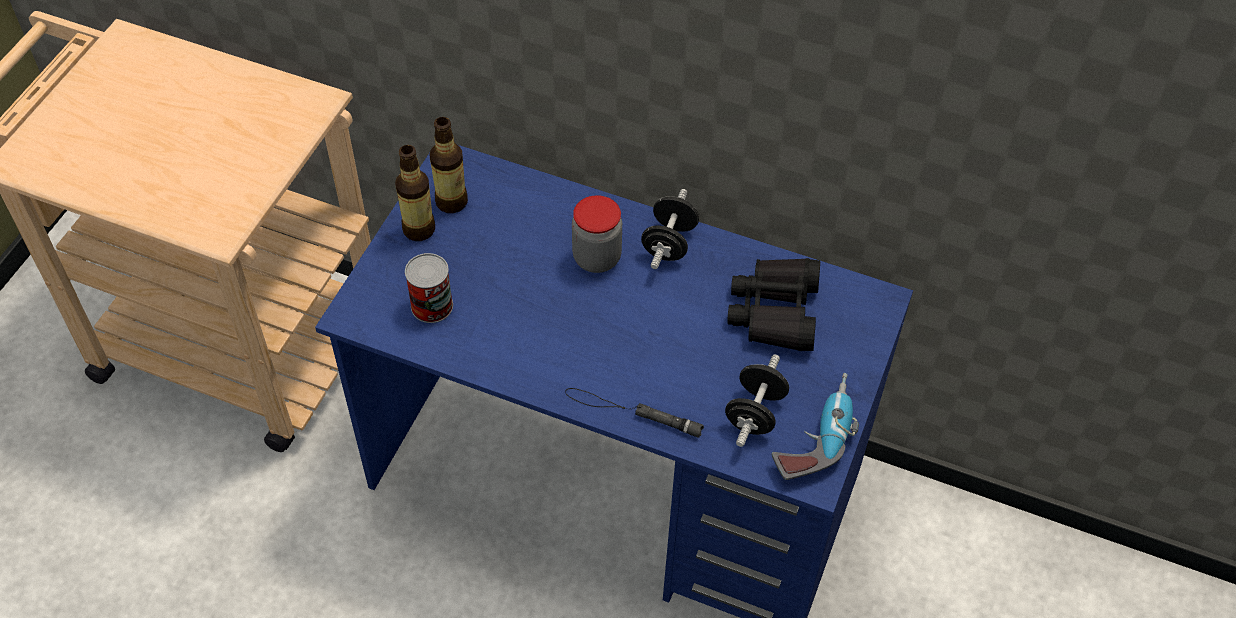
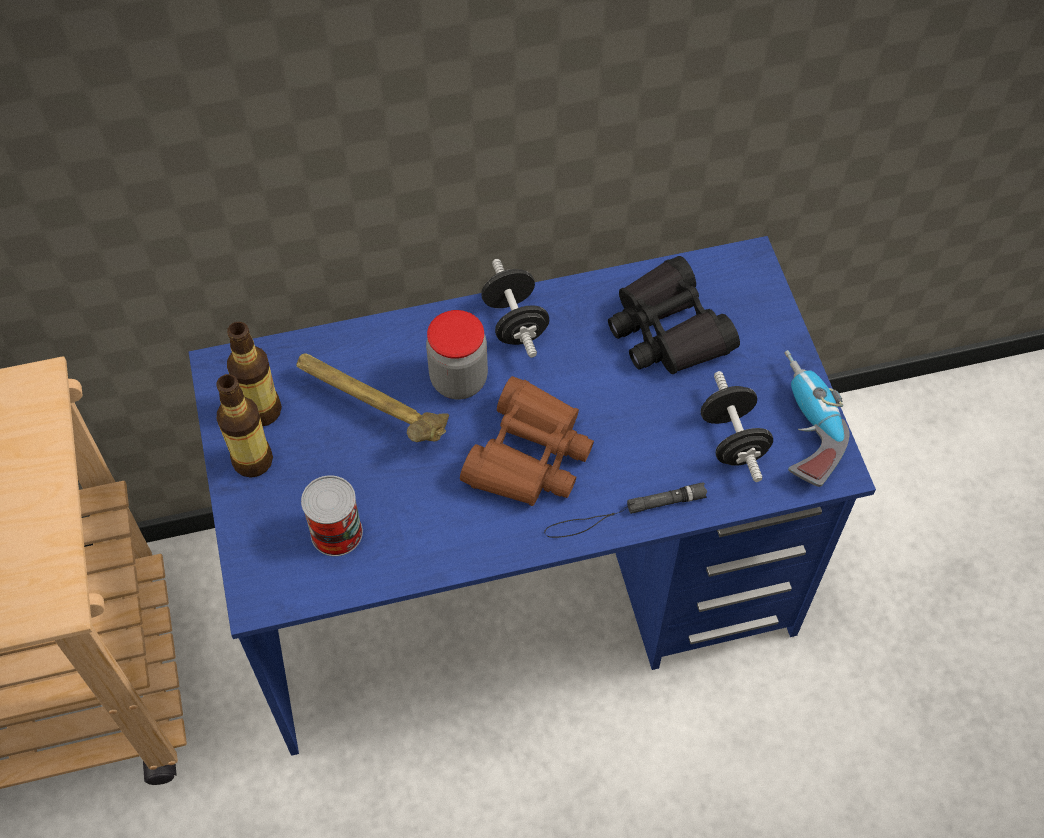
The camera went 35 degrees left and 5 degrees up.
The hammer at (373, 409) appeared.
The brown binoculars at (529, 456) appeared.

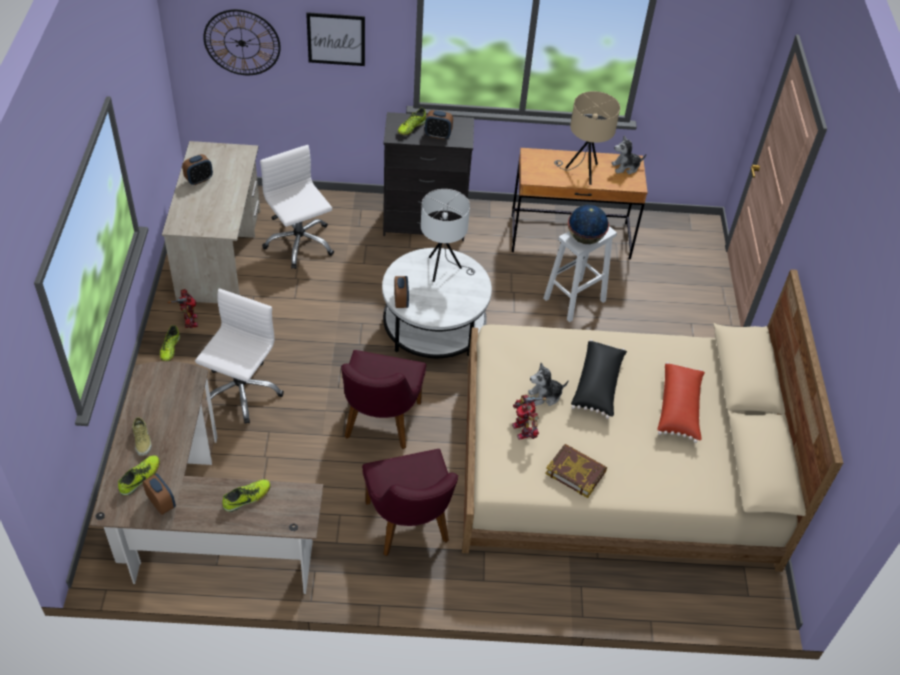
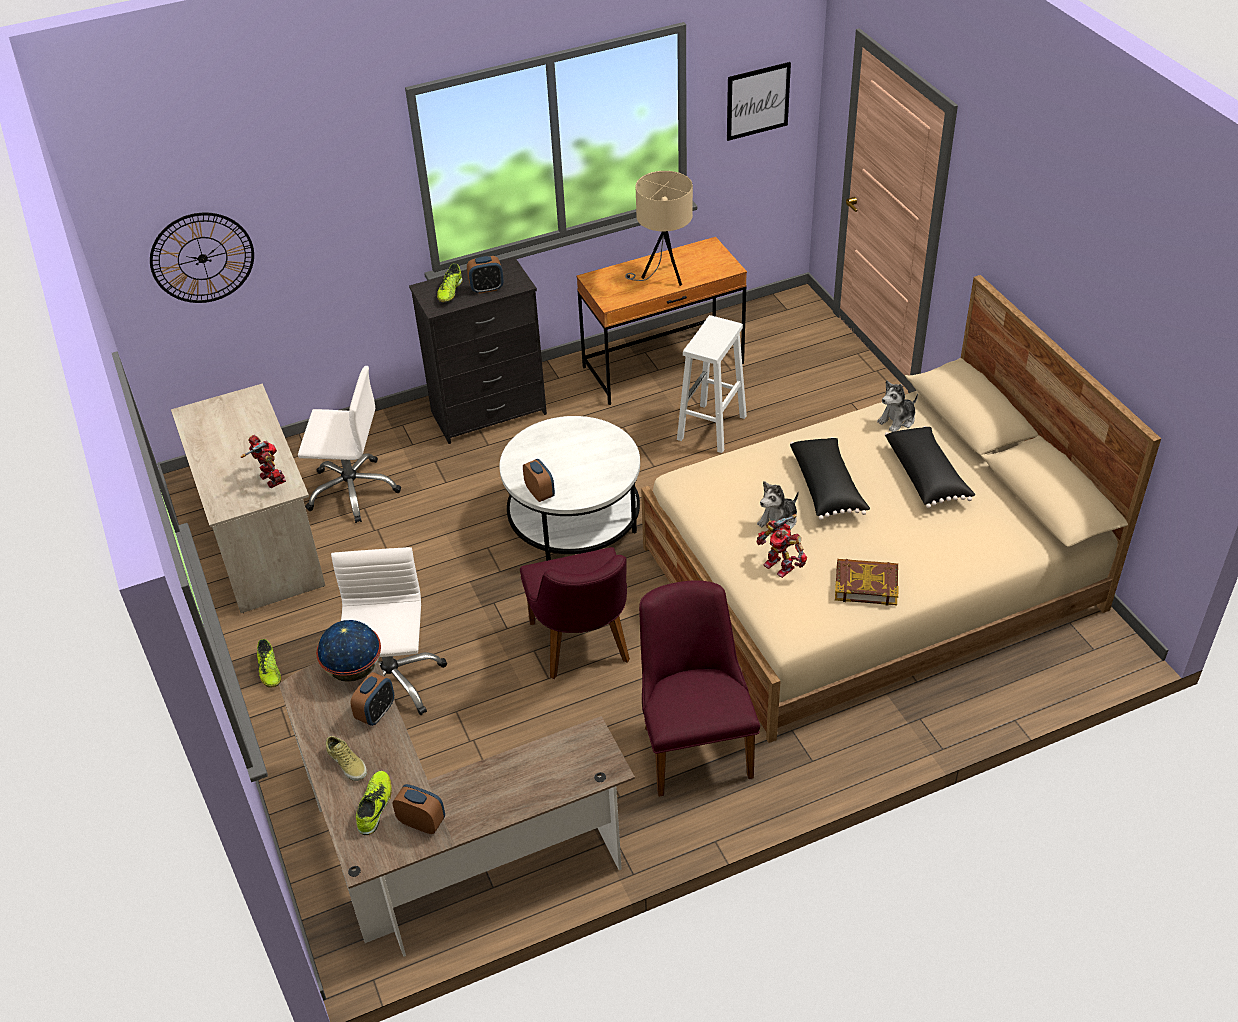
The camera went 20 degrees left and 5 degrees down.
The picture moved from (336, 39) to (757, 101).
The plush toy moved from (625, 167) to (897, 420).
The white office chair at (299, 243) turned 150 degrees clockwise.
The alarm clock moved from (199, 180) to (376, 713).
The white table lamp at (443, 269) disappeared.
The globe moved from (585, 239) to (354, 670).
The toy robot moved from (189, 321) to (270, 480).
The red pillow at (679, 408) became the black pillow at (927, 476).
The purple chair at (410, 528) turned 150 degrees counterclockwise.
The shoe at (247, 498) disappeared.

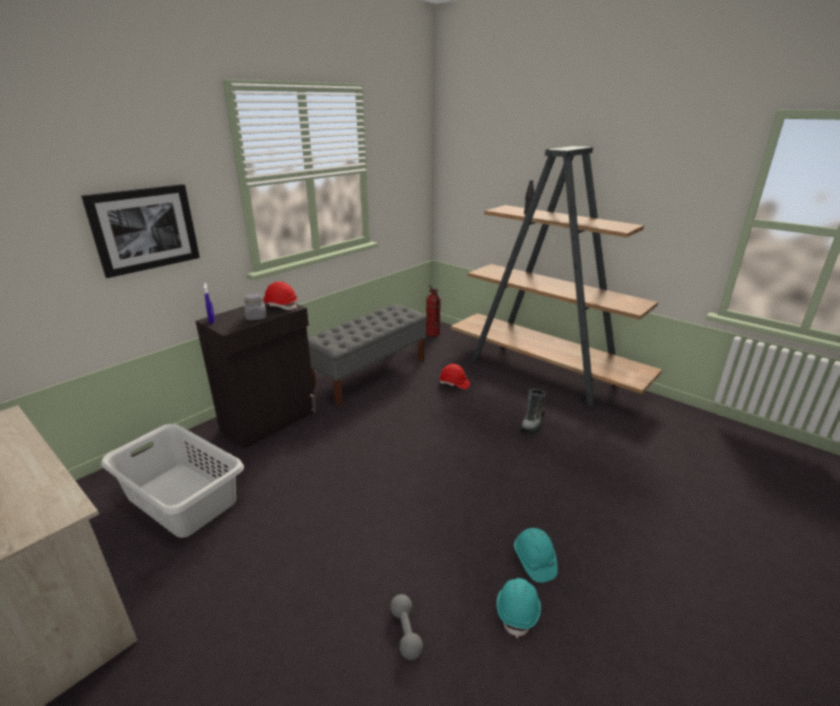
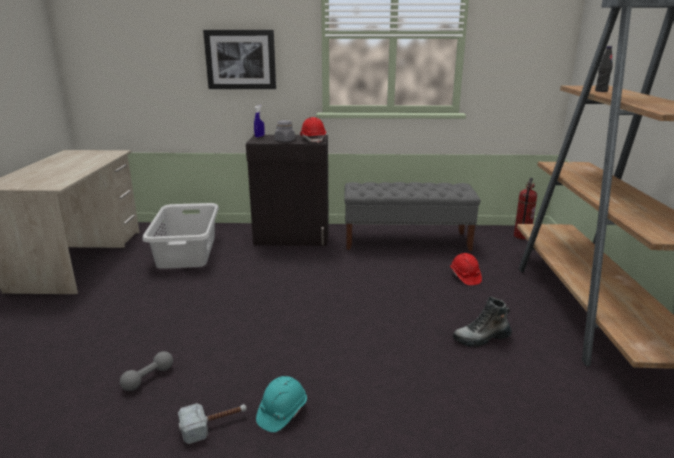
The camera went 50 degrees right and 5 degrees down.
The turquoise hard hat at (518, 611) was replaced by the hammer at (214, 425).

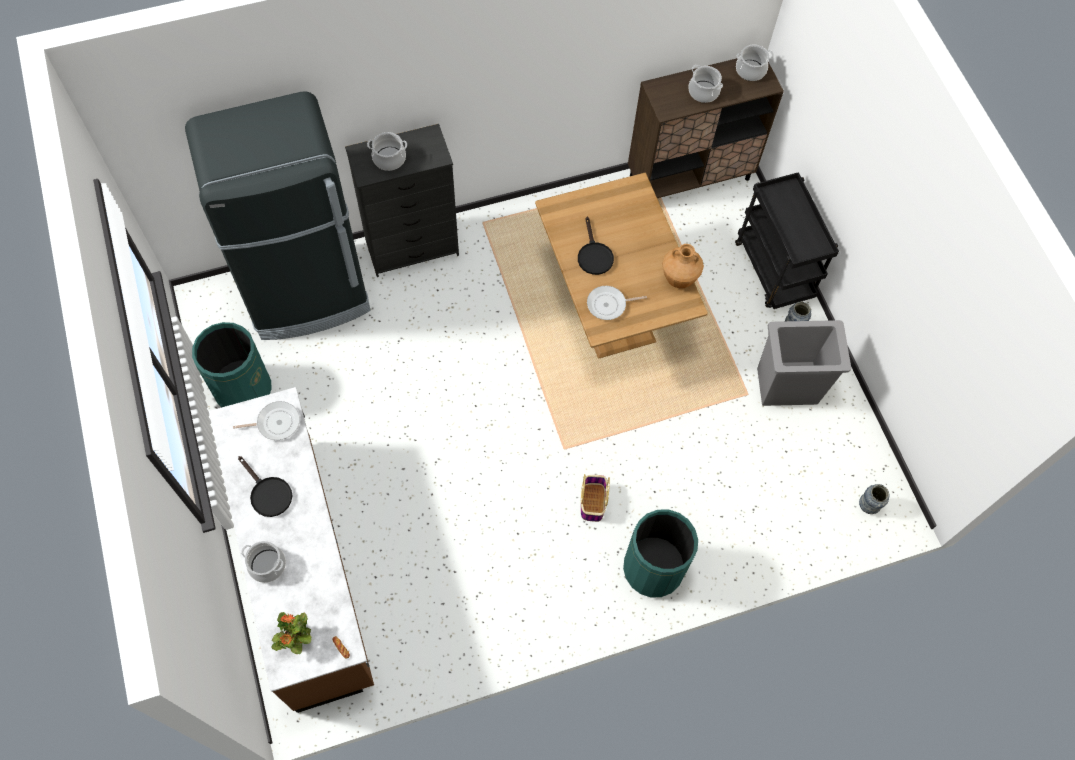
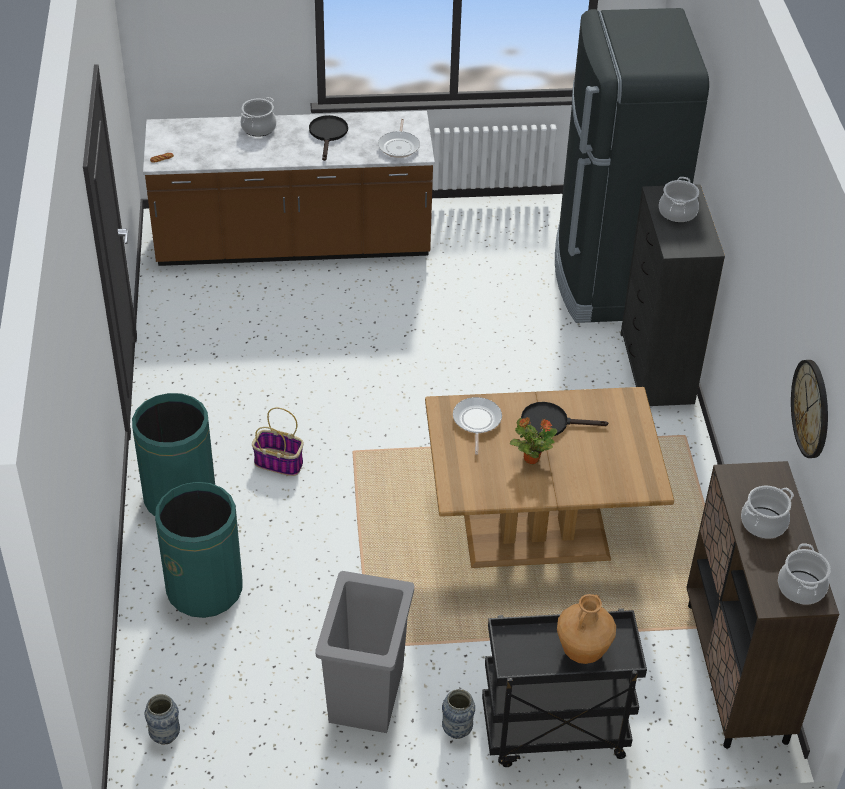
The camera went 105 degrees right and 20 degrees down.
The brown vase moved from (679, 279) to (582, 652).
The green trash can moved from (243, 389) to (205, 589).
The black frying pan at (267, 493) turned 120 degrees clockwise.
The potted plant moved from (296, 639) to (531, 458).
The wall clock at (811, 408) appeared.

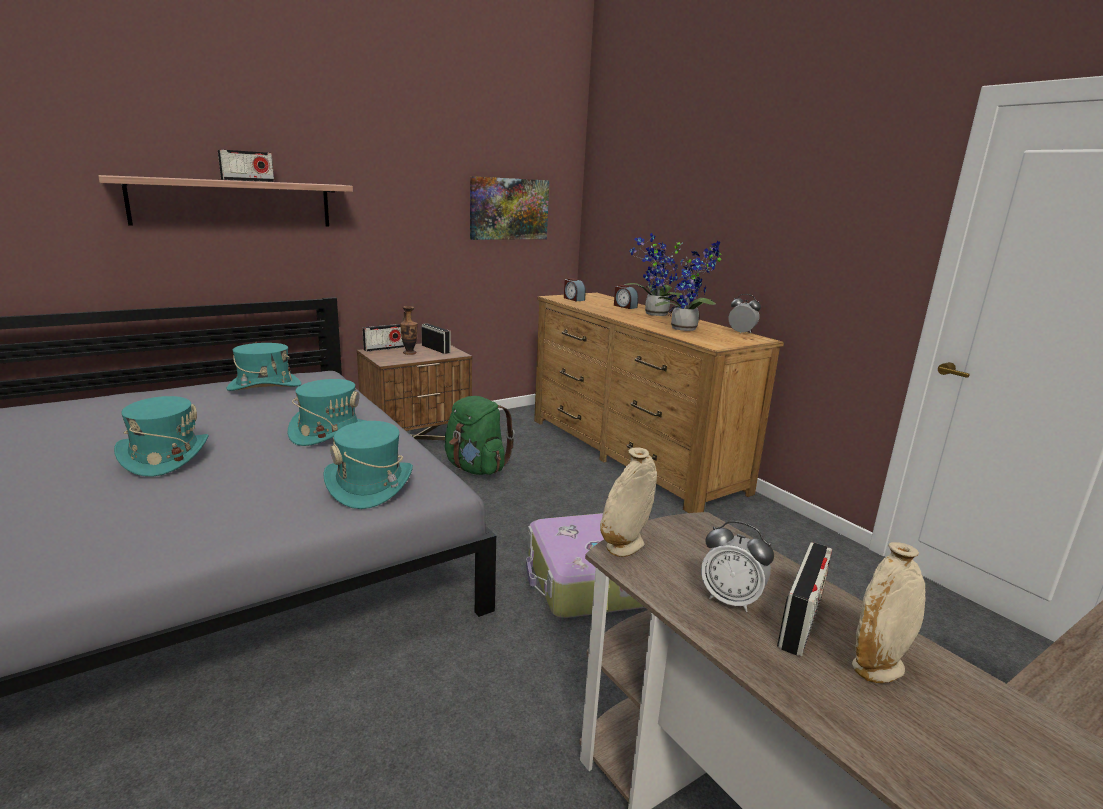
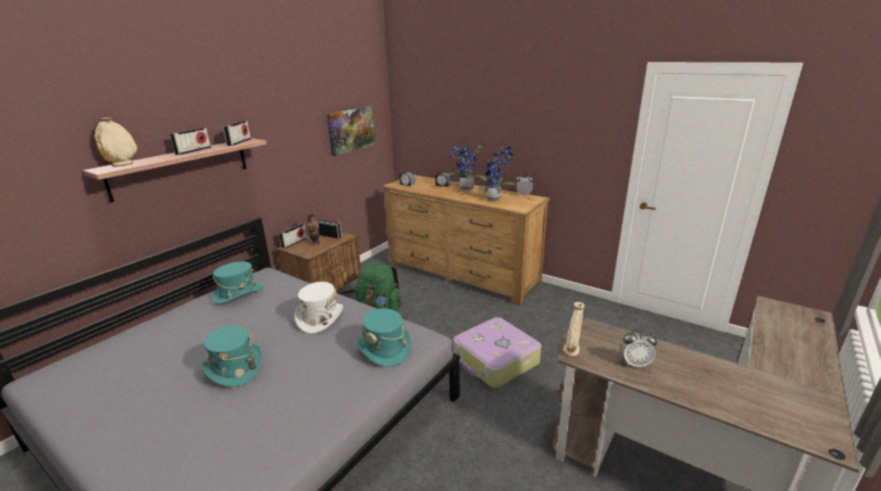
The camera went 20 degrees left and 5 degrees up.
The turquoise hat at (329, 432) became the white hat at (320, 318).
The radio moved from (800, 622) to (239, 142).
The beige vase moved from (878, 668) to (123, 164).

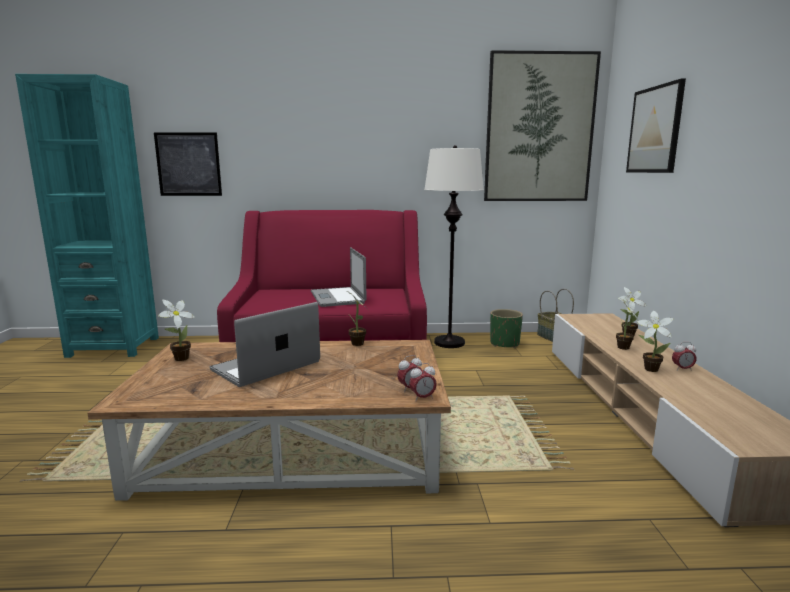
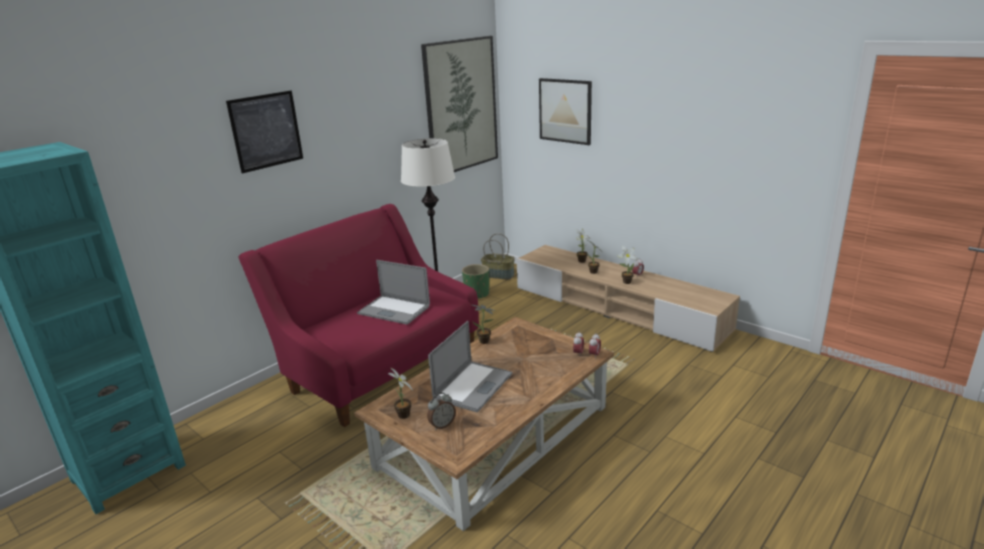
The camera went 45 degrees left and 10 degrees up.
The picture moved from (188, 164) to (266, 131).
The laptop at (266, 366) turned 150 degrees counterclockwise.
The alarm clock at (442, 425) appeared.

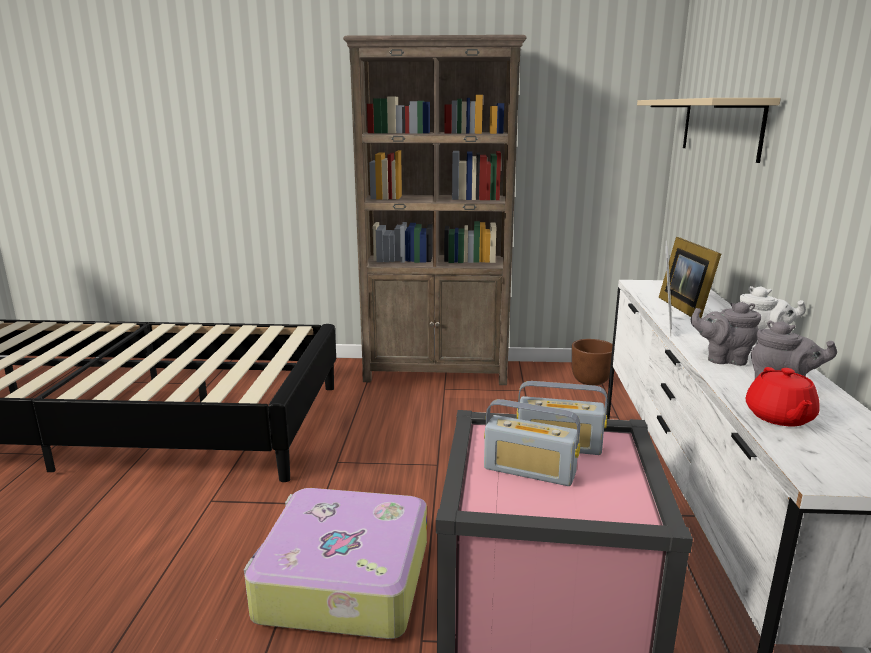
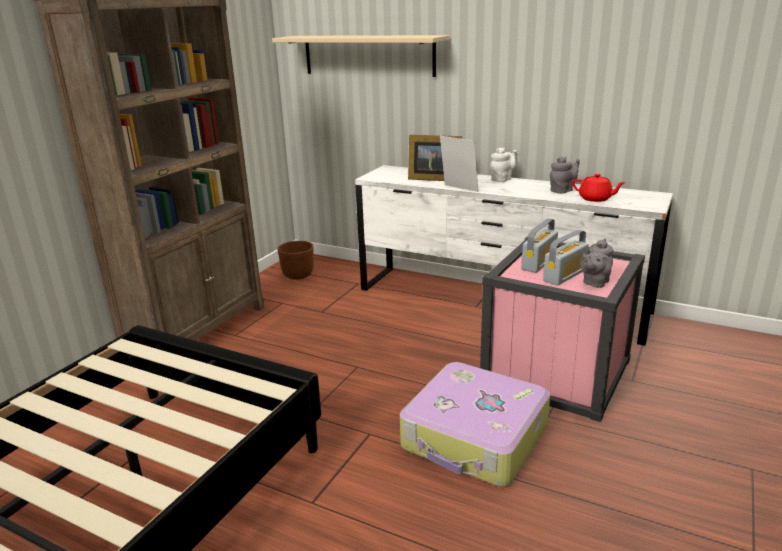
The camera went 65 degrees left and 5 degrees up.
The grey teapot moved from (723, 359) to (594, 282).

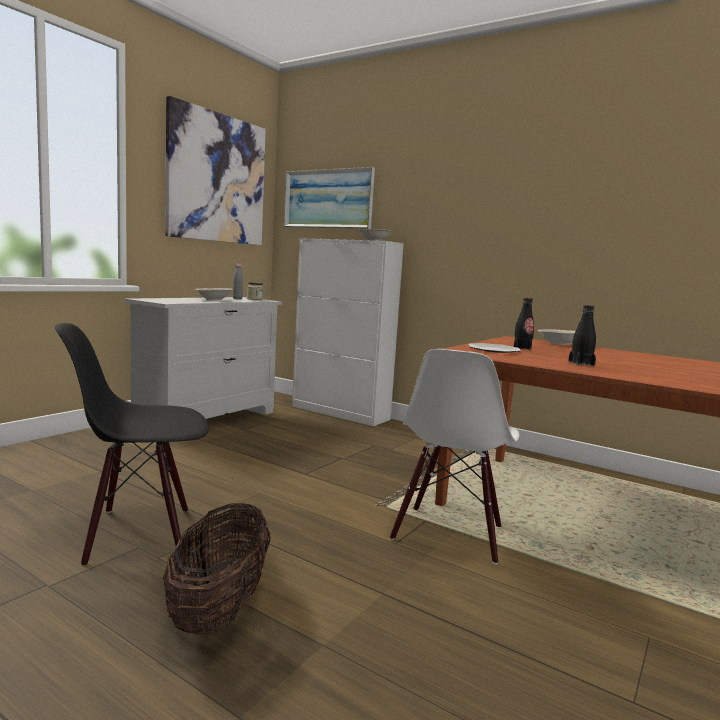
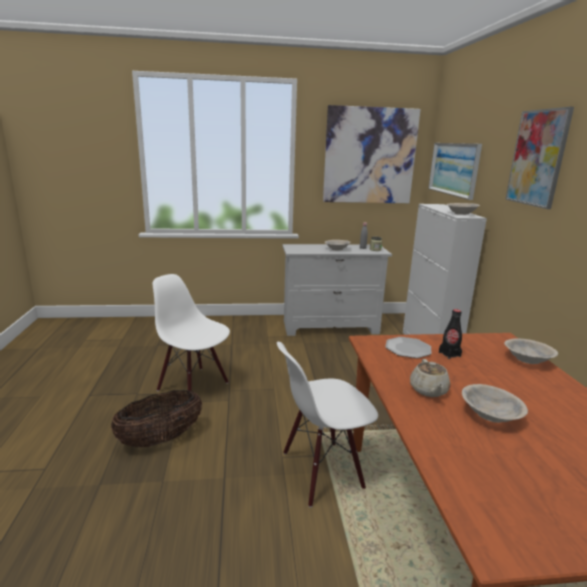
The camera went 50 degrees right and 10 degrees up.
The black bottle at (581, 364) was replaced by the beige teapot at (428, 390).
The black chair at (139, 533) became the white chair at (194, 386).
The picture at (537, 158) appeared.
The beige bowl at (490, 415) appeared.

